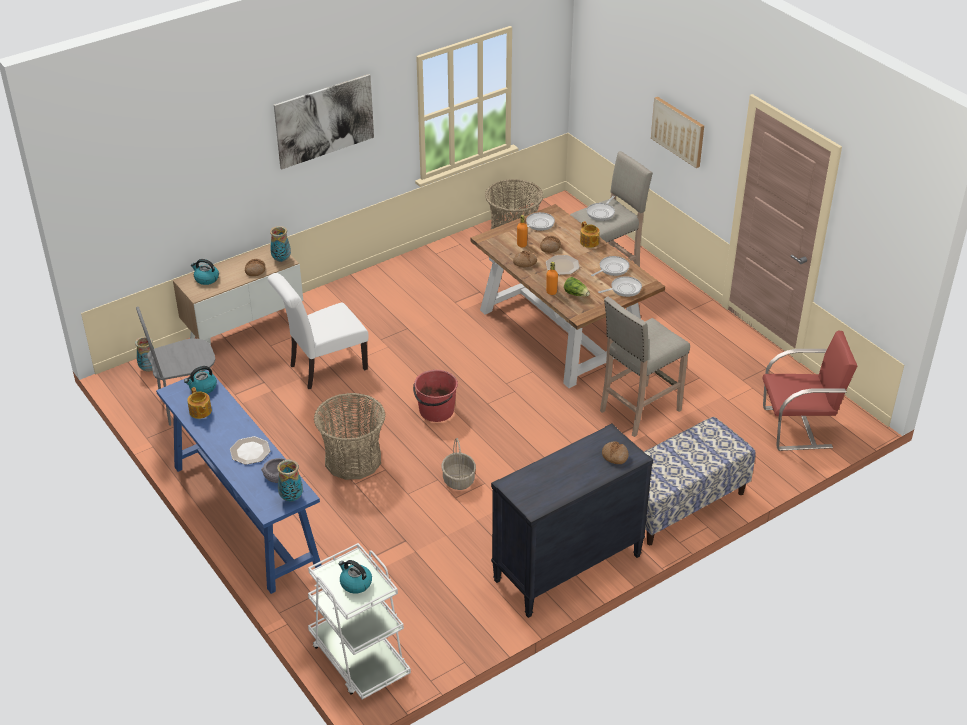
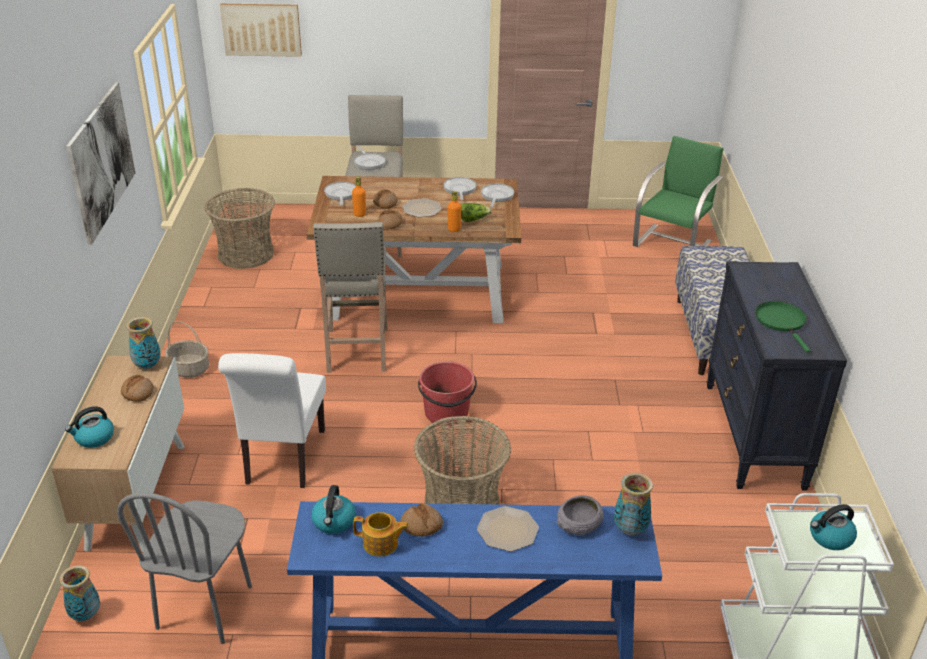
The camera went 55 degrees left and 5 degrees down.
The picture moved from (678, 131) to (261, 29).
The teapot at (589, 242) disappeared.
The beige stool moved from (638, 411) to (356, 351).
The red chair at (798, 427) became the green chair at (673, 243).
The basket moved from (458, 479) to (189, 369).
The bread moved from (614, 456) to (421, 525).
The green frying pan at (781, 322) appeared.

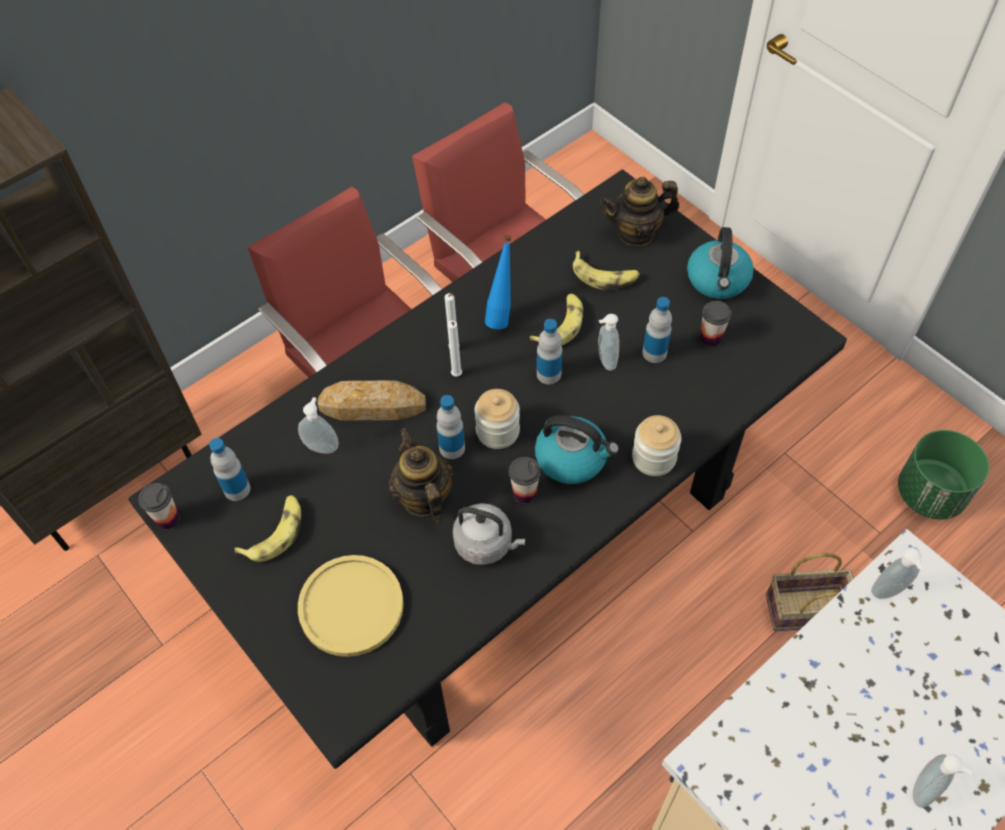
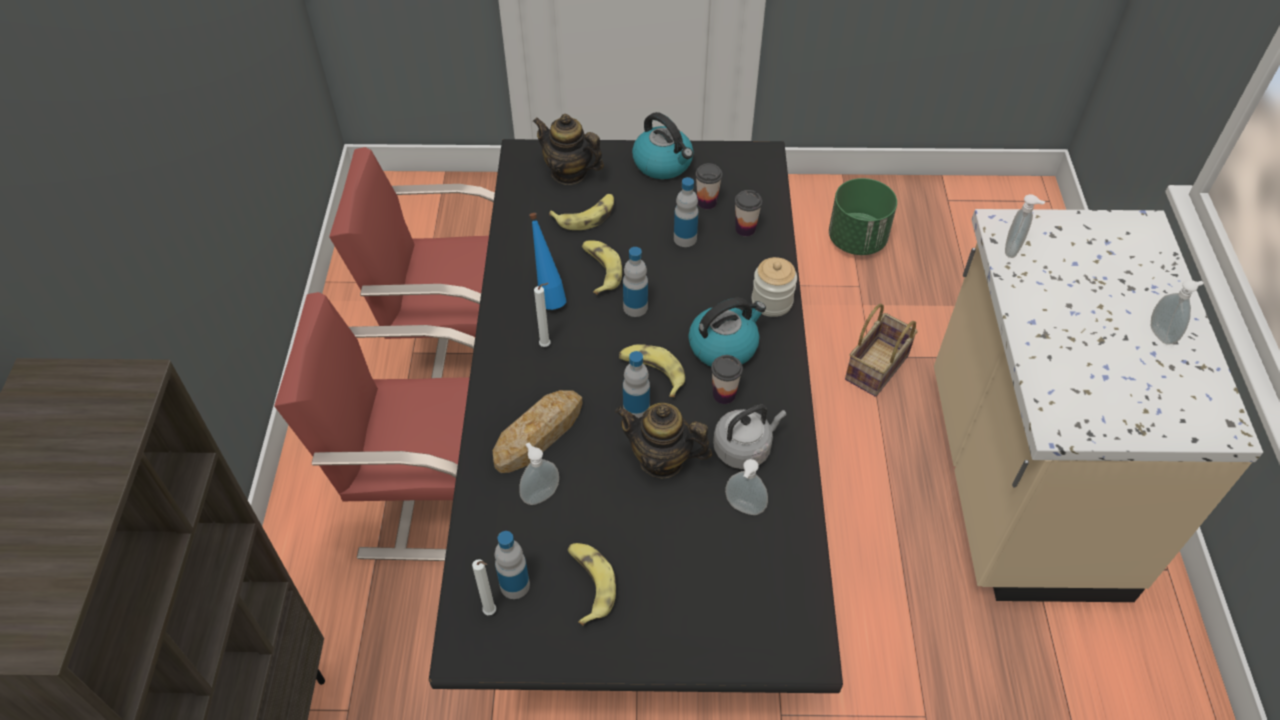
The camera went 50 degrees left and 5 degrees down.
The teapot at (636, 232) turned 90 degrees clockwise.
The soap dispenser moved from (605, 361) to (743, 509).
The white candle moved from (457, 376) to (491, 612).
The jar at (497, 431) was replaced by the banana at (652, 372).
The cup moved from (167, 518) to (745, 229).
The yellow plate at (351, 606) disappeared.

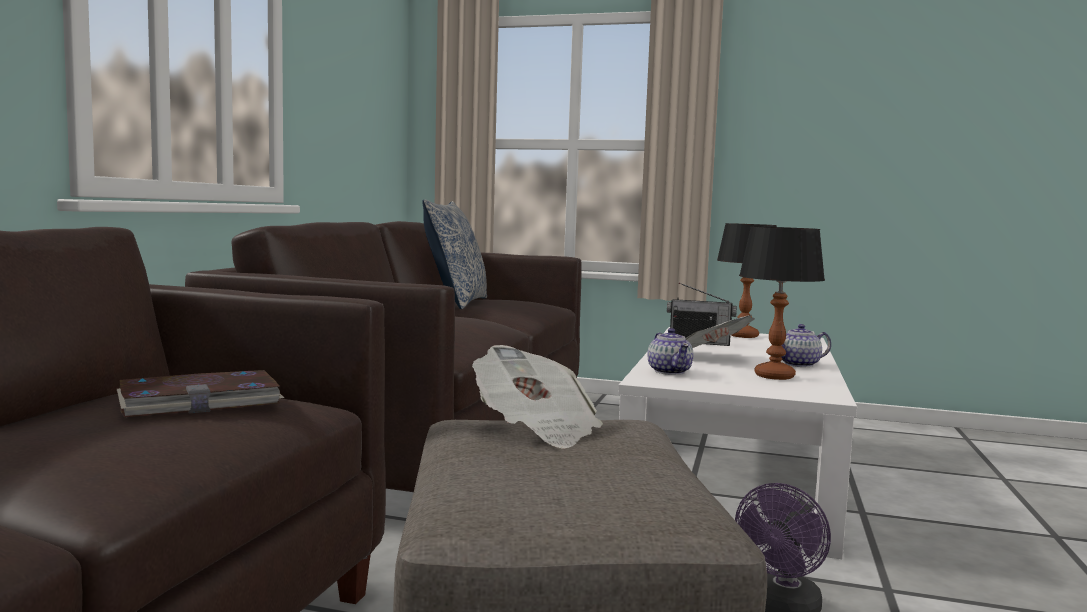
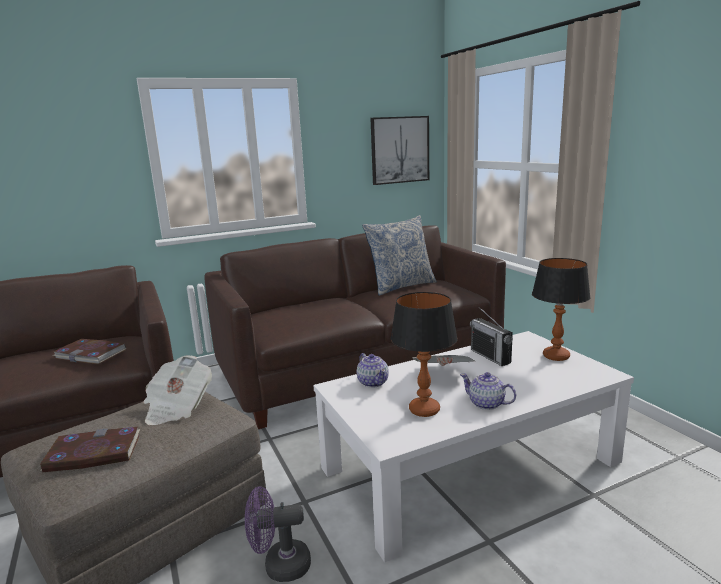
The camera went 50 degrees right and 10 degrees up.
The teapot at (669, 371) turned 60 degrees counterclockwise.
The picture at (399, 150) appeared.
The book at (93, 453) appeared.

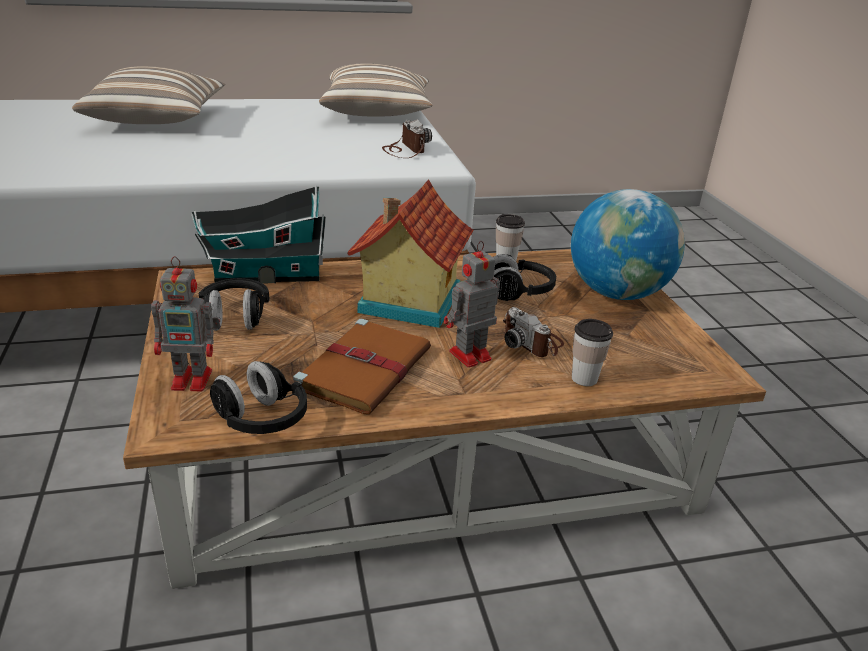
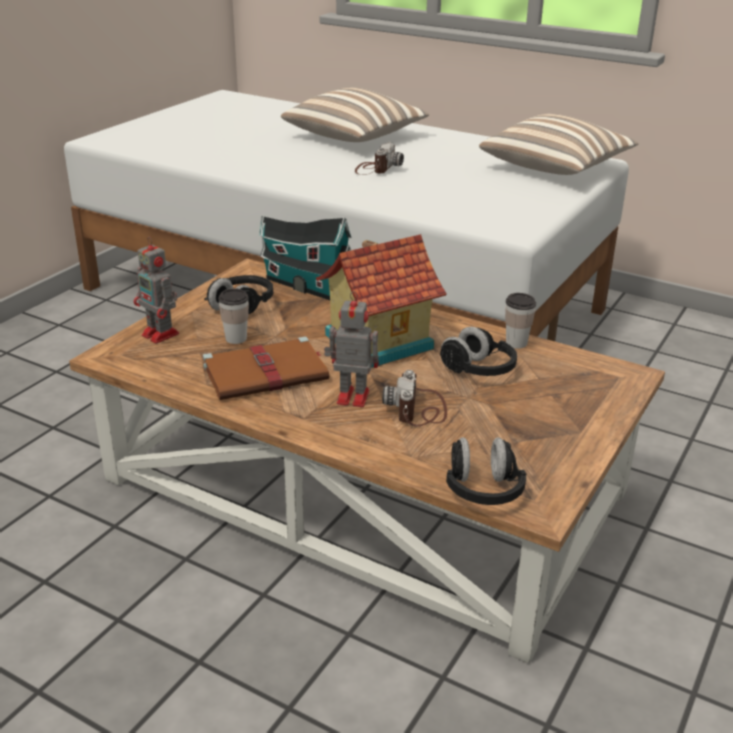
The camera went 45 degrees right and 0 degrees up.
The photo camera moved from (405, 150) to (376, 169).
The globe at (617, 293) disappeared.
The cup moved from (584, 378) to (236, 338).
The black headphones moved from (261, 419) to (483, 490).

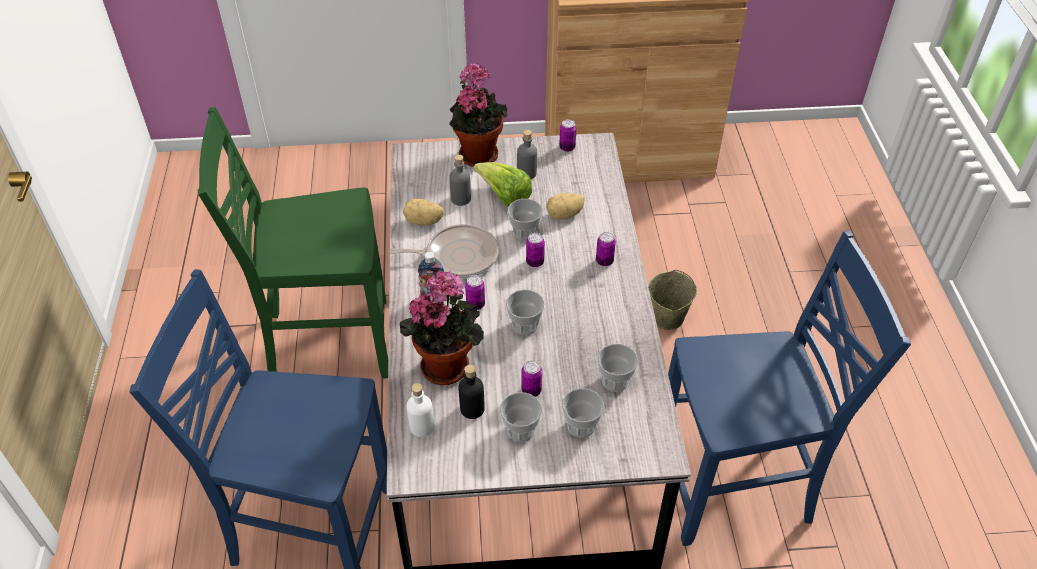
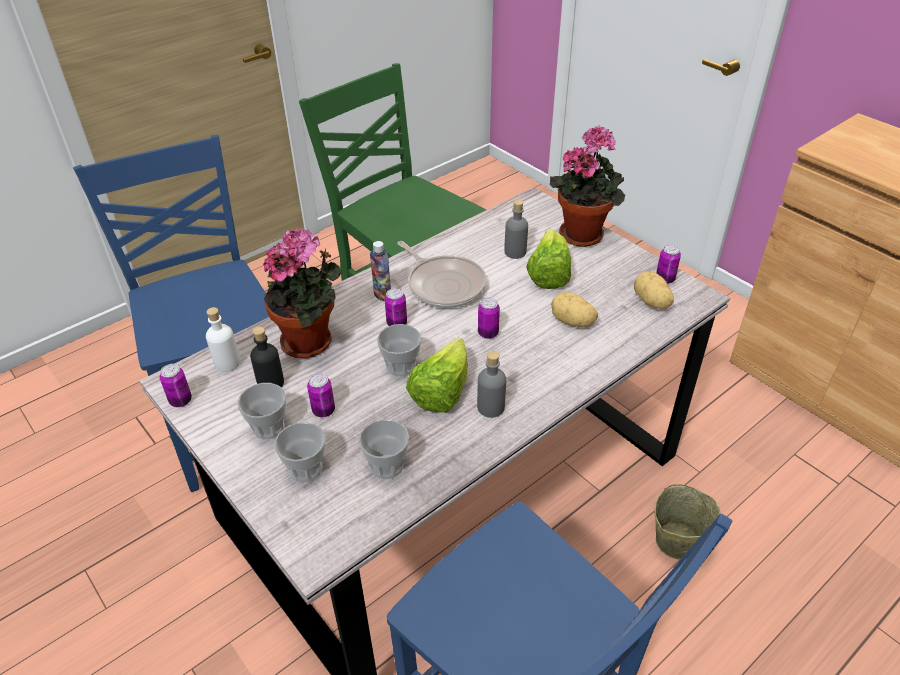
The camera went 55 degrees right and 5 degrees down.
The grey bottle moved from (526, 173) to (491, 407).
The potato moved from (423, 221) to (651, 302).
The cup at (524, 232) disappeared.
The can moved from (604, 261) to (180, 401).
The lettuce at (441, 392) appeared.

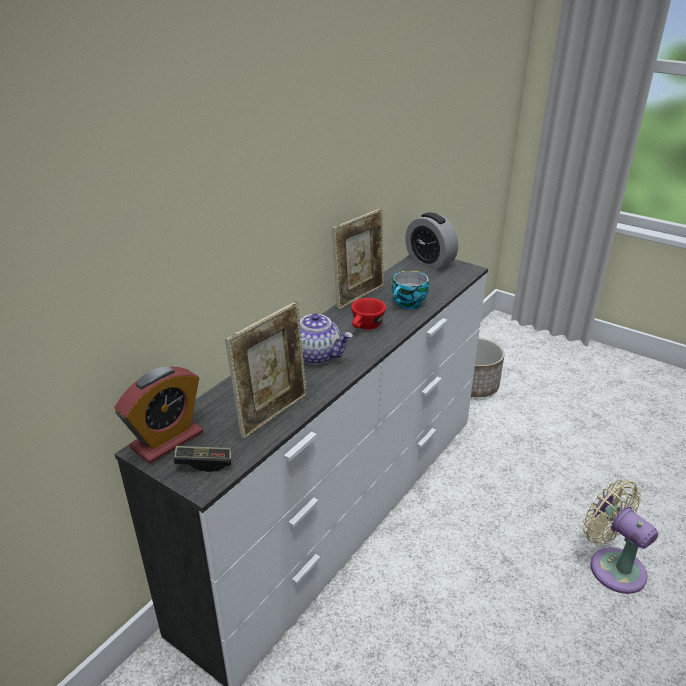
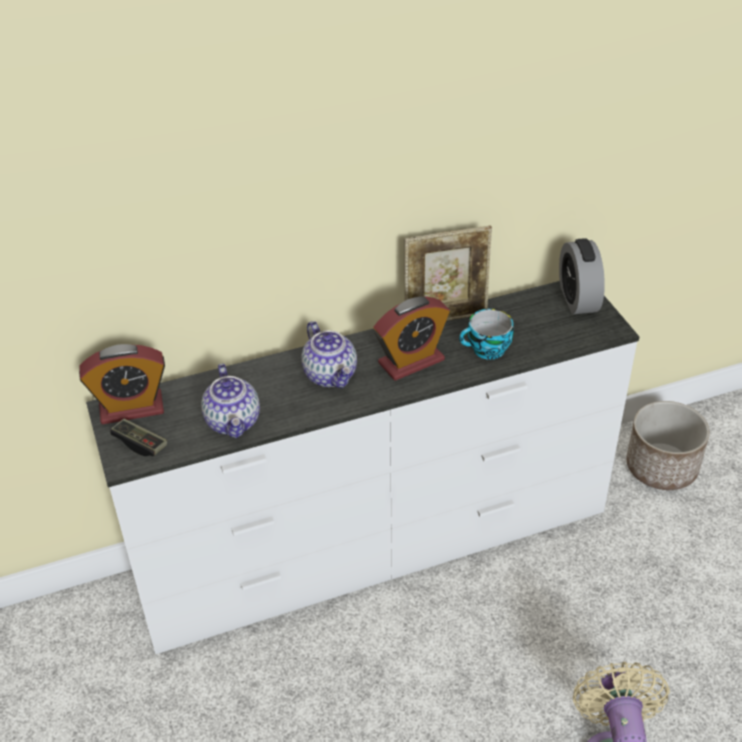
The camera went 35 degrees right and 10 degrees up.
The red cup at (366, 327) was replaced by the alarm clock at (411, 361).
The picture frame at (273, 413) was replaced by the teapot at (234, 422).

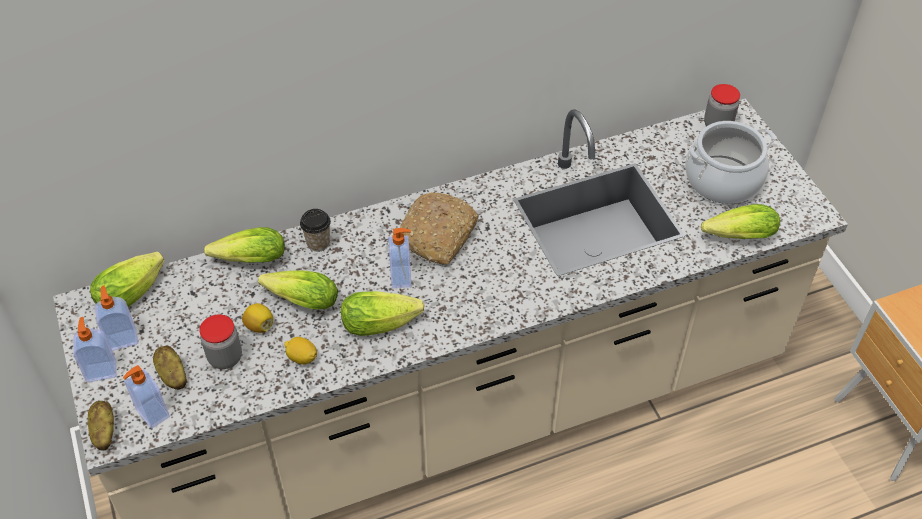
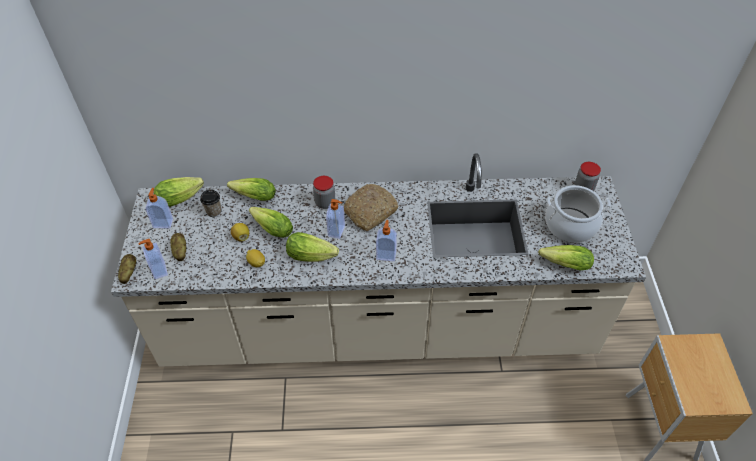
The camera went 20 degrees right and 0 degrees up.
The cup moved from (318, 243) to (214, 211).
The jar moved from (225, 357) to (325, 203).
The soap dispenser moved from (101, 370) to (386, 255).

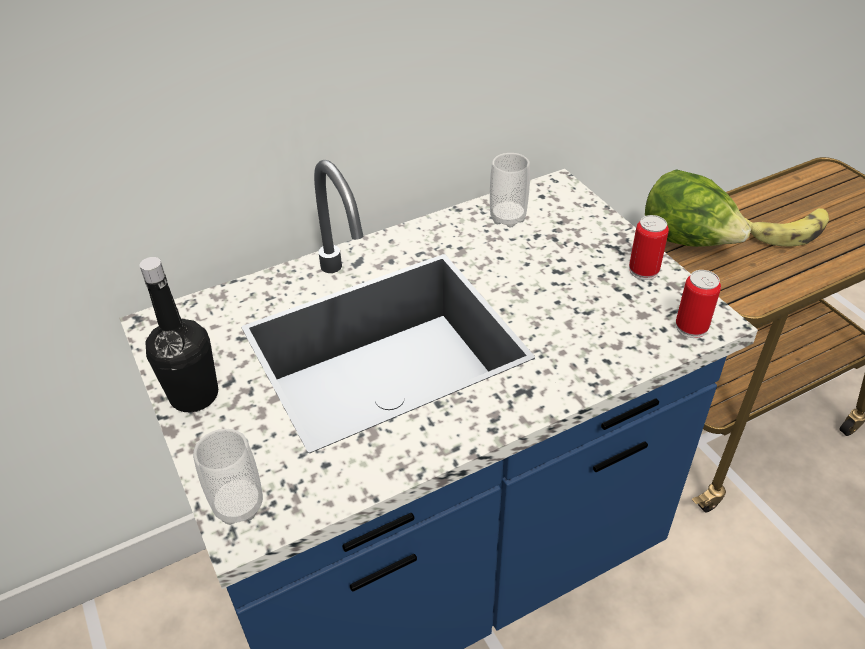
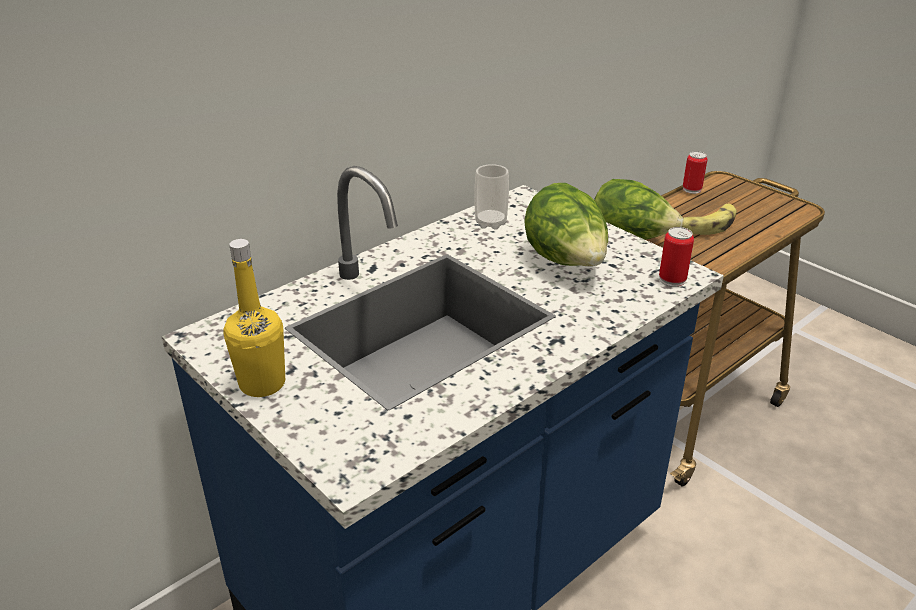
The camera went 15 degrees left and 10 degrees down.
The can moved from (643, 270) to (692, 189).
The black bottle at (194, 395) became the yellow bottle at (262, 384).
The cup at (238, 505) disappeared.
The lettuce at (566, 262) appeared.

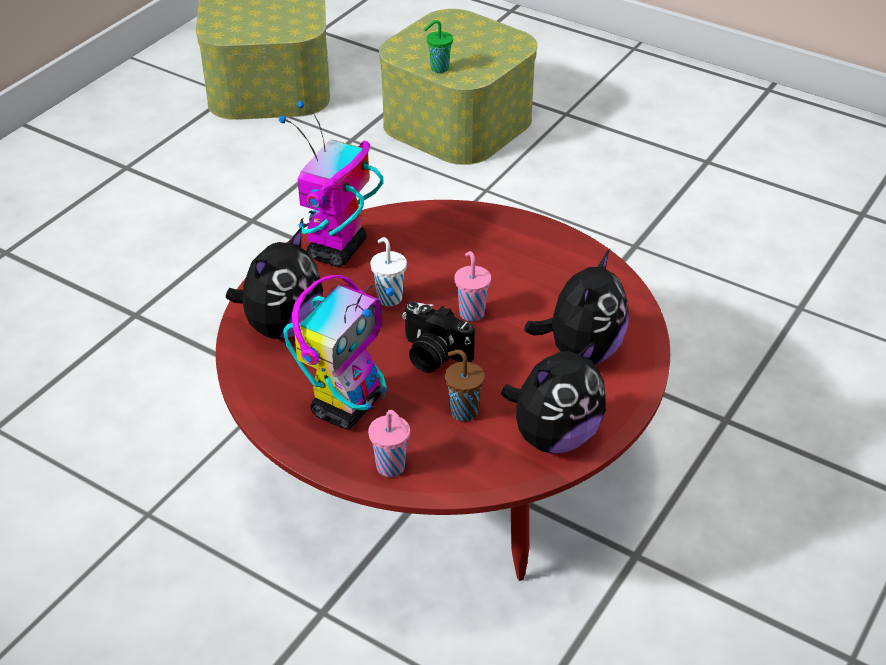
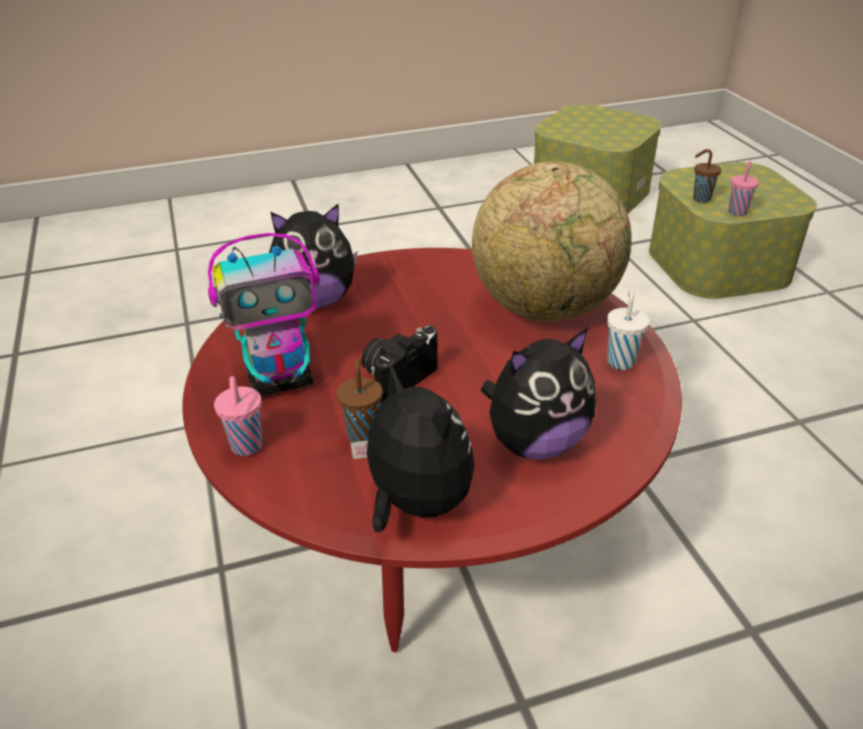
The camera went 40 degrees right and 5 degrees down.
The green cup at (438, 68) became the brown cup at (700, 198).
The toy robot at (336, 251) disappeared.
The white cup moved from (389, 297) to (621, 361).
The pink cup moved from (471, 312) to (737, 211).
The photo camera at (432, 355) turned 60 degrees clockwise.
The plush toy at (554, 436) turned 135 degrees counterclockwise.
The globe at (545, 307) appeared.

